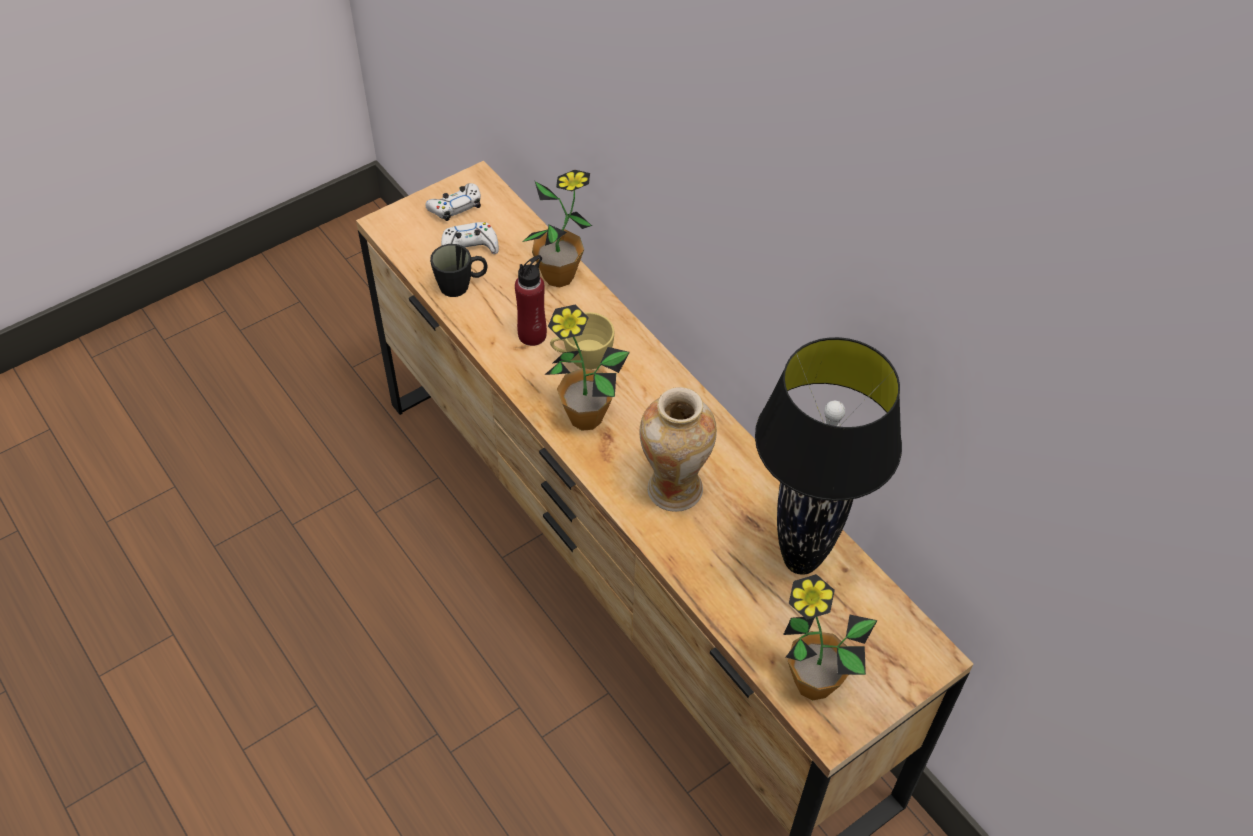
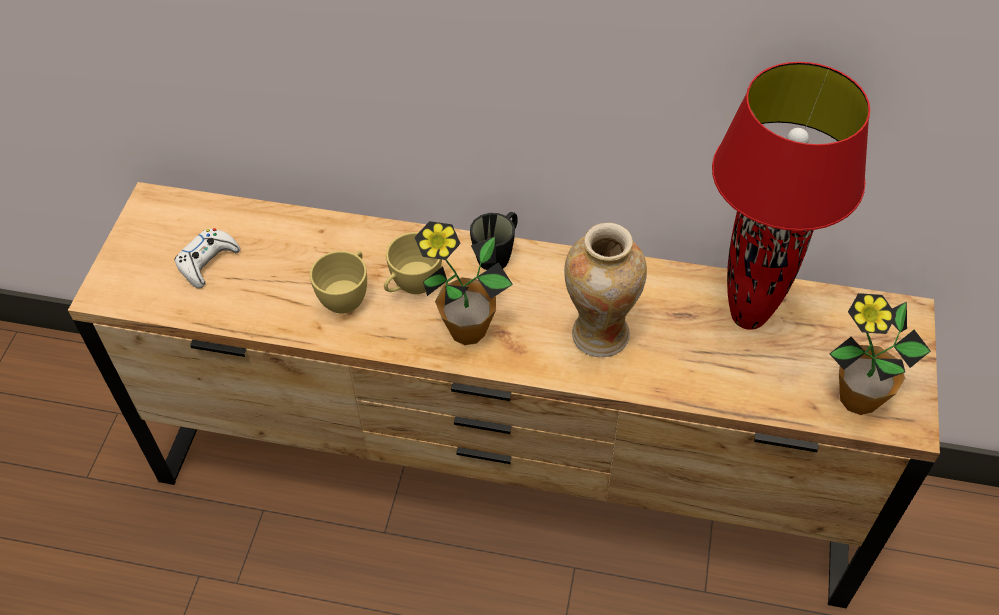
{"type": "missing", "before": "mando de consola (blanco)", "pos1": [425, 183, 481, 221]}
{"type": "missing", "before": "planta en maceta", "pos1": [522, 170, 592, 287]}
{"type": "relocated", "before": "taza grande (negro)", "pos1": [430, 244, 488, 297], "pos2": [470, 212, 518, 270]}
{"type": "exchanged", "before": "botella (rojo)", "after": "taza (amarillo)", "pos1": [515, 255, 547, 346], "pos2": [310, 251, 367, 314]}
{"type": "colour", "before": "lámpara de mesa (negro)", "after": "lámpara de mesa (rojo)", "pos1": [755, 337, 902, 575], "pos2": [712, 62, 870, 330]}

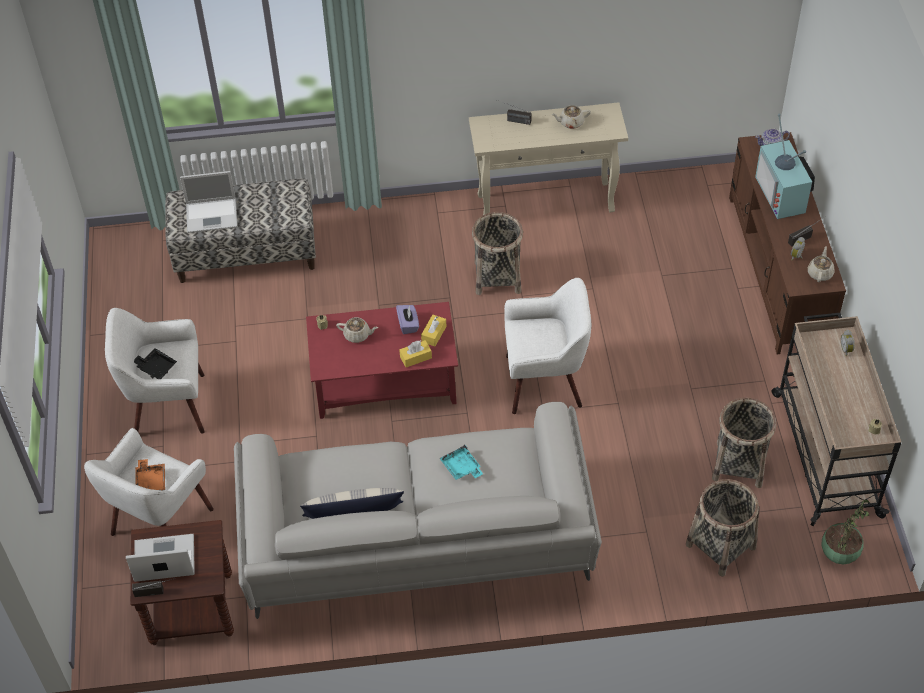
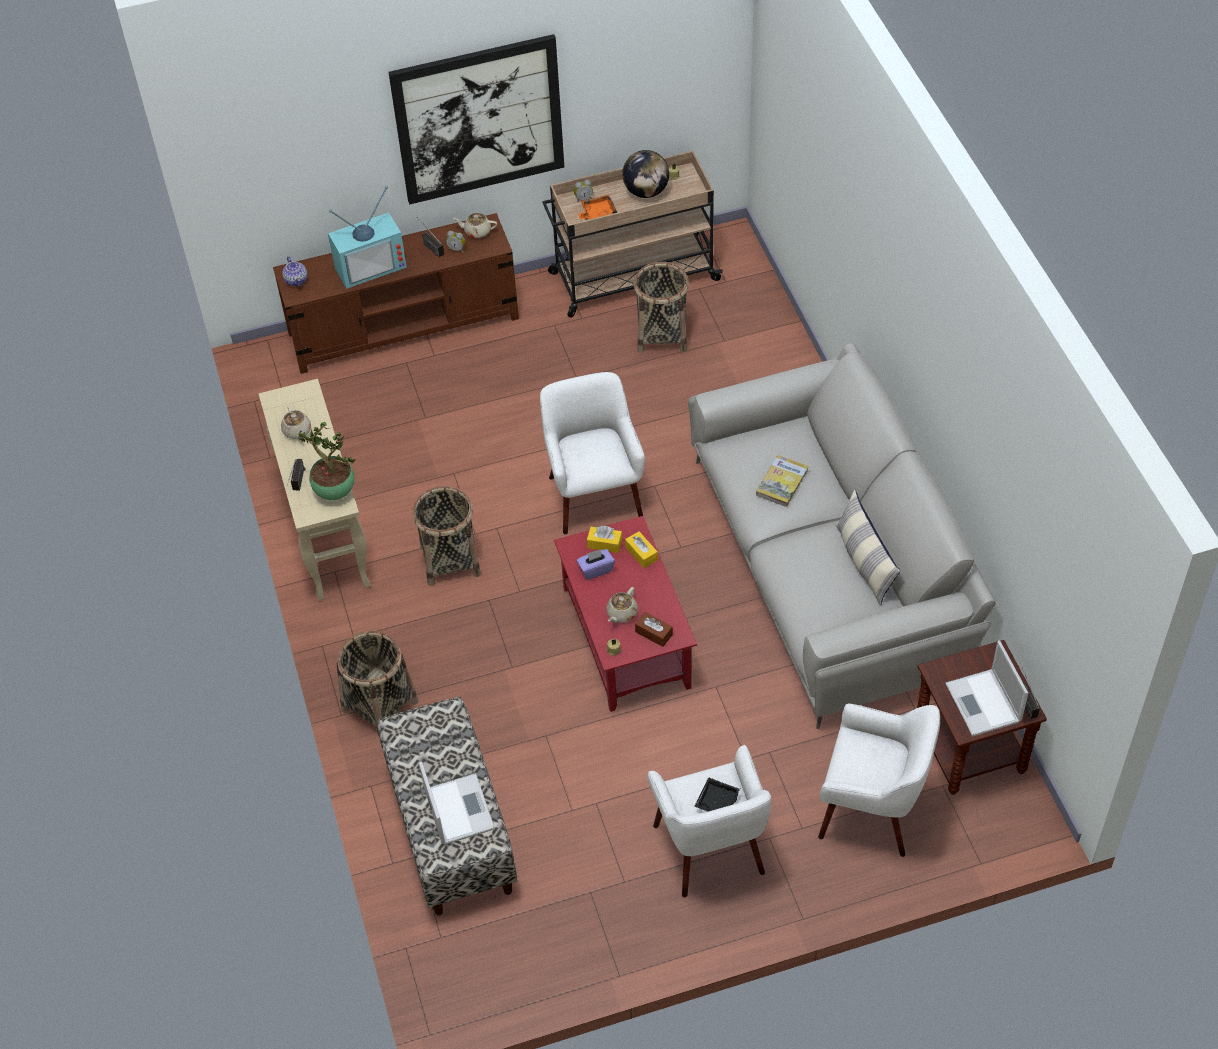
{"type": "appeared", "after": "cuadro", "pos2": [389, 34, 564, 204]}
{"type": "appeared", "after": "globo terráqueo", "pos2": [622, 150, 669, 198]}
{"type": "appeared", "after": "caja de pañuelos (marrón)", "pos2": [635, 612, 673, 647]}
{"type": "relocated", "before": "bandeja (naranja)", "pos1": [135, 459, 165, 491], "pos2": [578, 195, 617, 220]}
{"type": "relocated", "before": "cesta", "pos1": [686, 479, 760, 577], "pos2": [336, 631, 418, 736]}
{"type": "relocated", "before": "planta en maceta", "pos1": [822, 500, 870, 564], "pos2": [298, 422, 356, 500]}
{"type": "exchanged", "before": "bandeja (turquesa)", "after": "libro", "pos1": [439, 444, 483, 480], "pos2": [756, 455, 809, 507]}
{"type": "spun", "before": "tetera (beis)", "pos1": [336, 317, 378, 343], "pos2": [606, 587, 638, 623], "turn": -150}

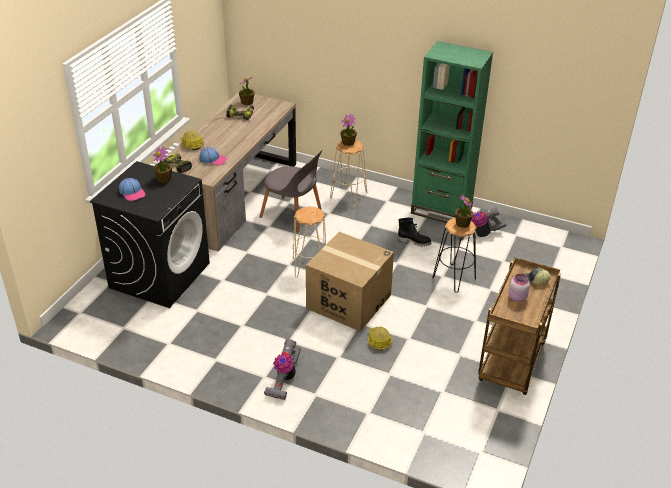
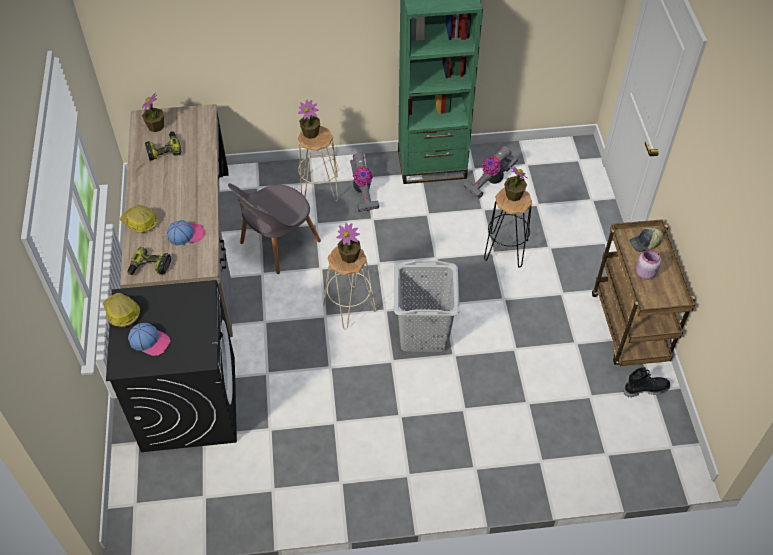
{"type": "relocated", "before": "planta en maceta", "pos1": [152, 146, 172, 183], "pos2": [336, 223, 361, 263]}
{"type": "relocated", "before": "aspiradora", "pos1": [264, 339, 301, 400], "pos2": [350, 153, 379, 212]}
{"type": "relocated", "before": "casco", "pos1": [368, 327, 393, 351], "pos2": [103, 293, 140, 327]}
{"type": "relocated", "before": "bota (negro)", "pos1": [398, 218, 432, 247], "pos2": [623, 367, 670, 397]}
{"type": "exchanged", "before": "caja de cartón", "after": "cesto de la ropa (gris)", "pos1": [306, 232, 394, 332], "pos2": [394, 260, 460, 352]}
{"type": "spun", "before": "silla (gris)", "pos1": [260, 149, 323, 232], "pos2": [228, 183, 321, 274], "turn": 135}

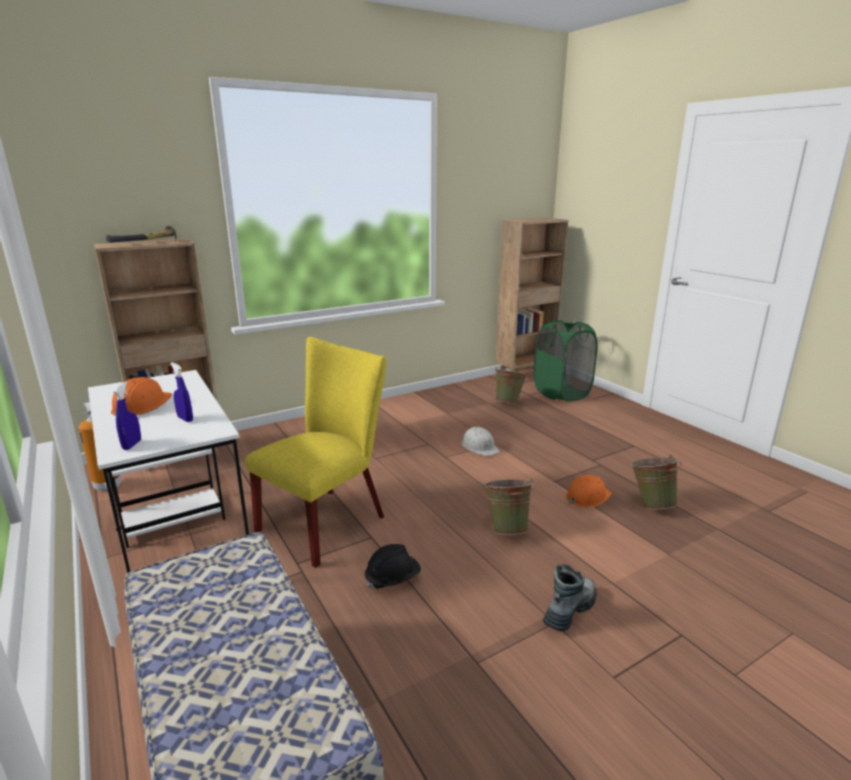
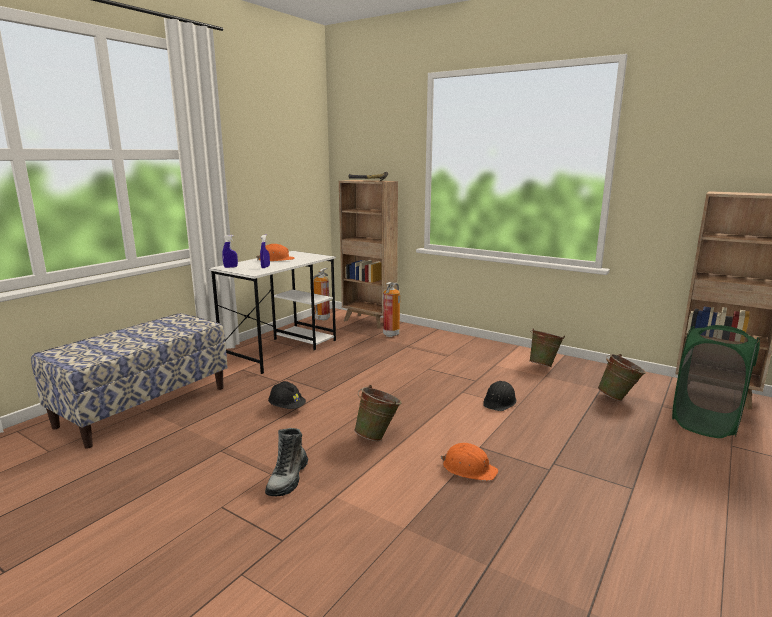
{"type": "missing", "before": "silla (amarillo)", "pos1": [245, 337, 386, 568]}
{"type": "appeared", "after": "extintor", "pos2": [383, 282, 401, 337]}
{"type": "relocated", "before": "cubo (verde)", "pos1": [631, 455, 681, 510], "pos2": [530, 328, 565, 367]}
{"type": "colour", "before": "casco (blanco)", "after": "casco (negro)", "pos1": [461, 427, 500, 456], "pos2": [483, 381, 516, 411]}
{"type": "spun", "before": "bota", "pos1": [543, 564, 596, 632], "pos2": [265, 428, 308, 496], "turn": 90}

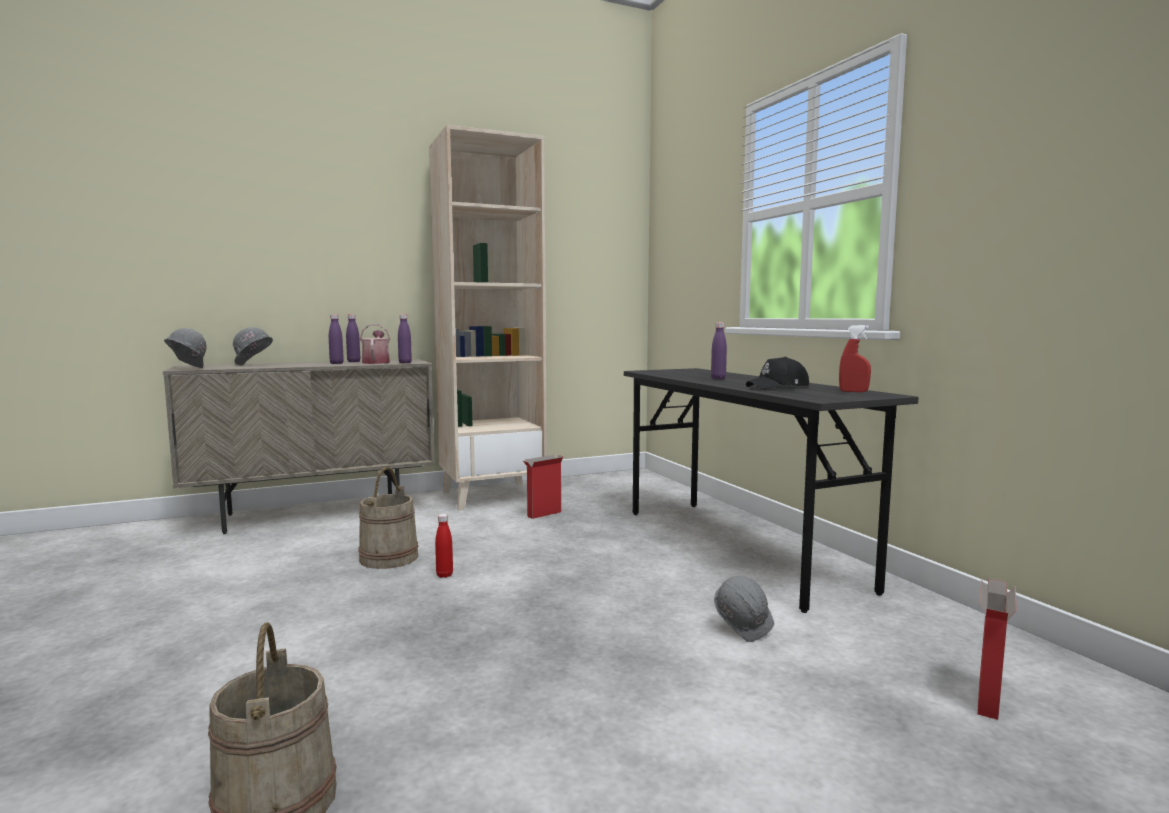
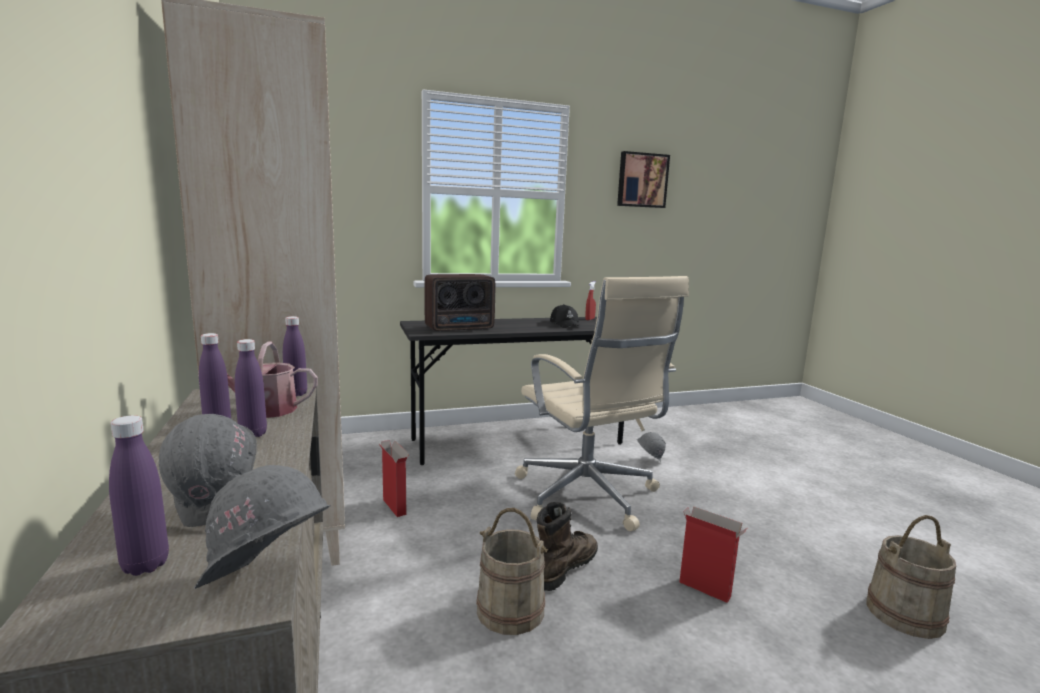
{"type": "appeared", "after": "radio", "pos2": [424, 274, 495, 332]}
{"type": "appeared", "after": "silla de oficina (beis)", "pos2": [515, 276, 689, 531]}
{"type": "appeared", "after": "cuadro", "pos2": [617, 151, 670, 208]}
{"type": "relocated", "before": "botella (morado)", "pos1": [711, 323, 727, 379], "pos2": [109, 415, 169, 576]}
{"type": "relocated", "before": "caja de cartón", "pos1": [977, 579, 1017, 720], "pos2": [679, 506, 747, 603]}
{"type": "exchanged", "before": "botella (rojo)", "after": "bota (marrón)", "pos1": [435, 514, 453, 578], "pos2": [537, 502, 598, 591]}

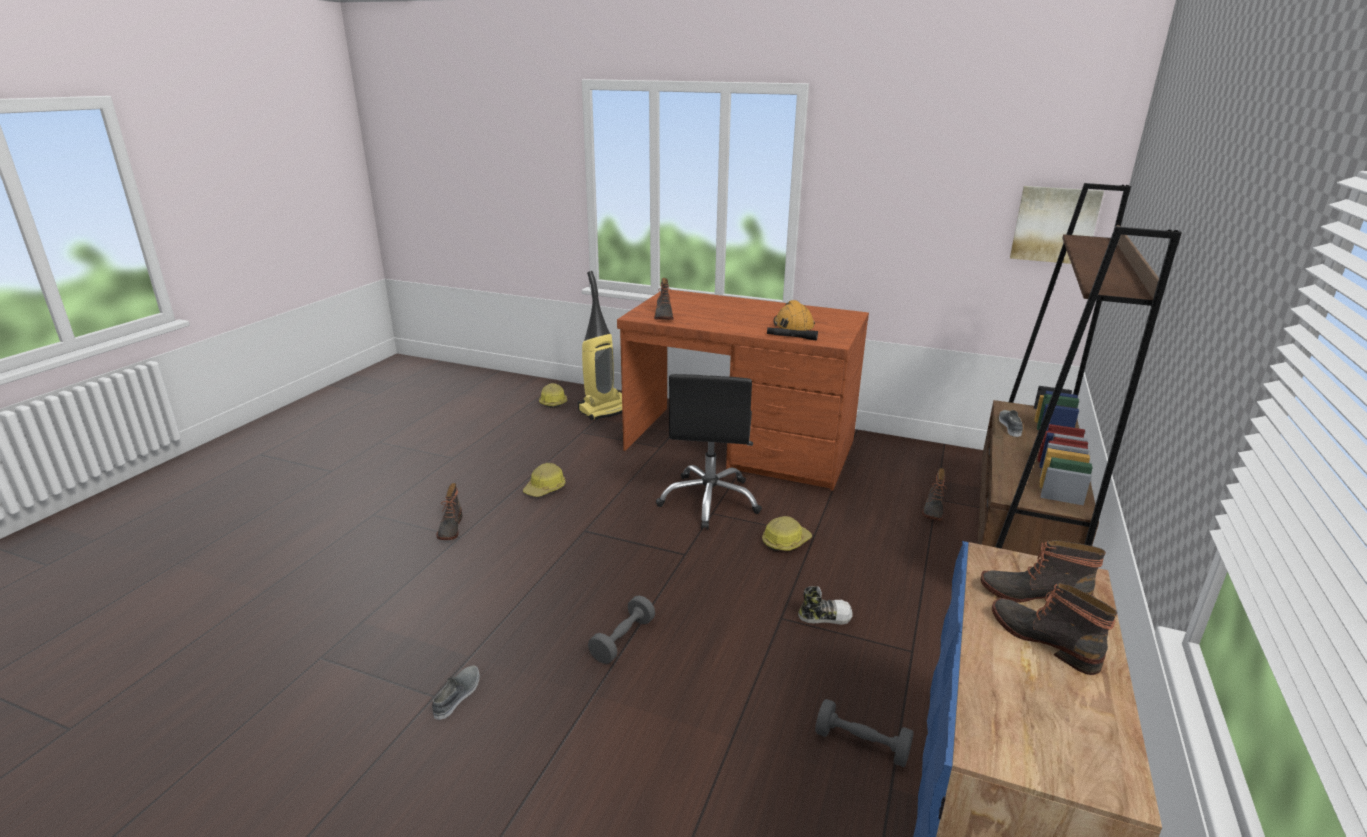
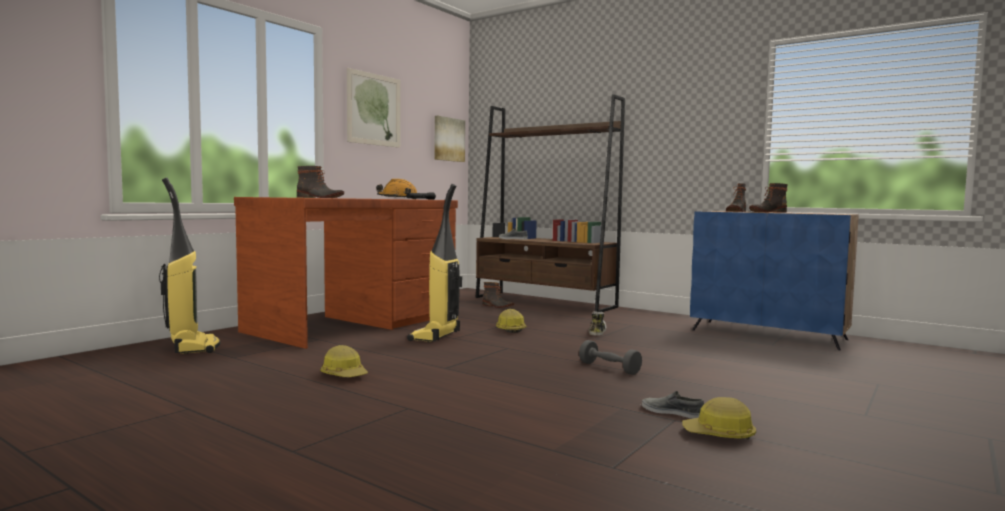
{"type": "missing", "before": "bota", "pos1": [436, 483, 462, 540]}
{"type": "missing", "before": "mancuerna (gris)", "pos1": [815, 699, 914, 767]}
{"type": "appeared", "after": "cuadro", "pos2": [347, 68, 400, 148]}
{"type": "relocated", "before": "casco", "pos1": [539, 383, 567, 408], "pos2": [682, 397, 756, 440]}
{"type": "exchanged", "before": "silla de oficina (negro)", "after": "aspiradora", "pos1": [656, 374, 762, 529], "pos2": [407, 184, 462, 342]}

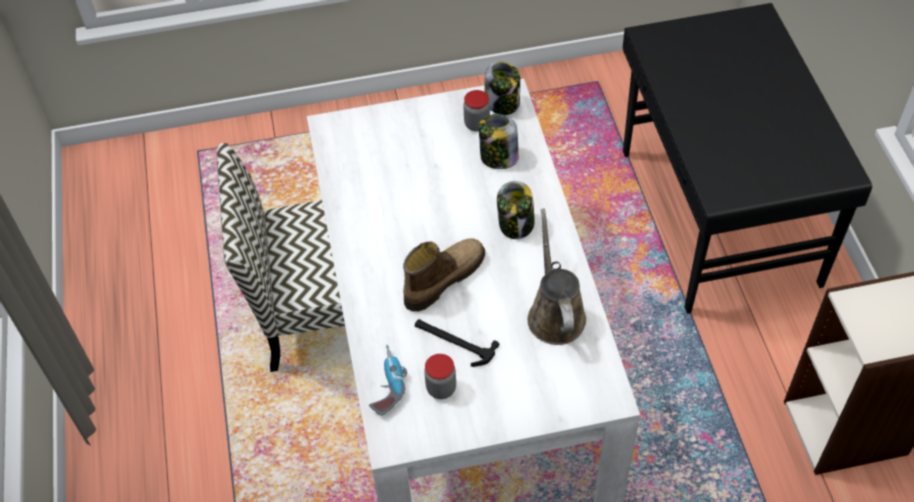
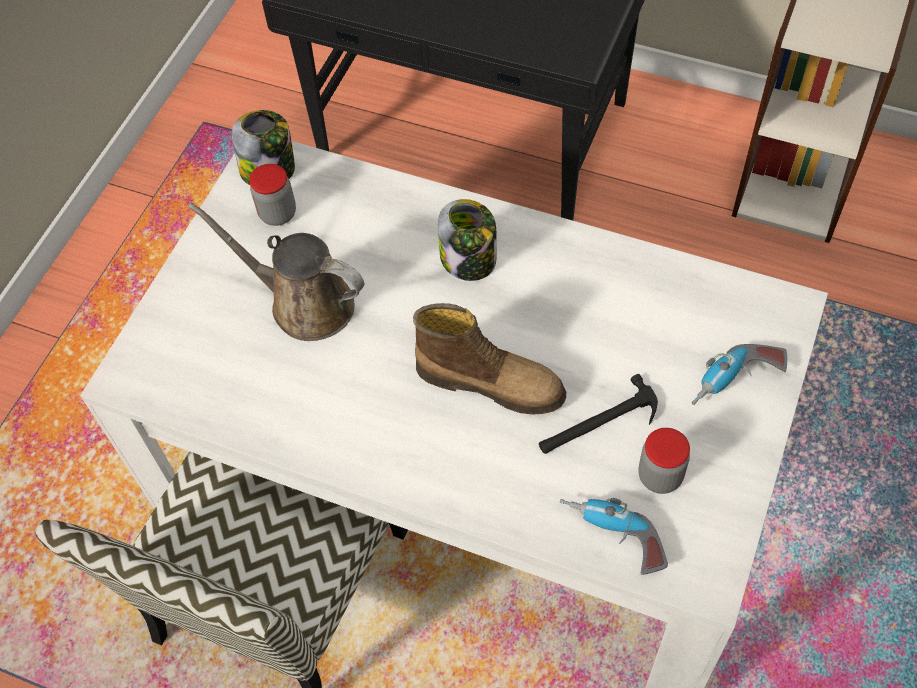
{"type": "missing", "before": "tarro", "pos1": [479, 114, 519, 169]}
{"type": "appeared", "after": "taladro", "pos2": [691, 344, 787, 405]}
{"type": "relocated", "before": "regadera (marrón)", "pos1": [528, 208, 586, 345], "pos2": [188, 202, 365, 341]}
{"type": "spun", "before": "bota", "pos1": [403, 238, 485, 312], "pos2": [413, 303, 566, 415], "turn": 120}

